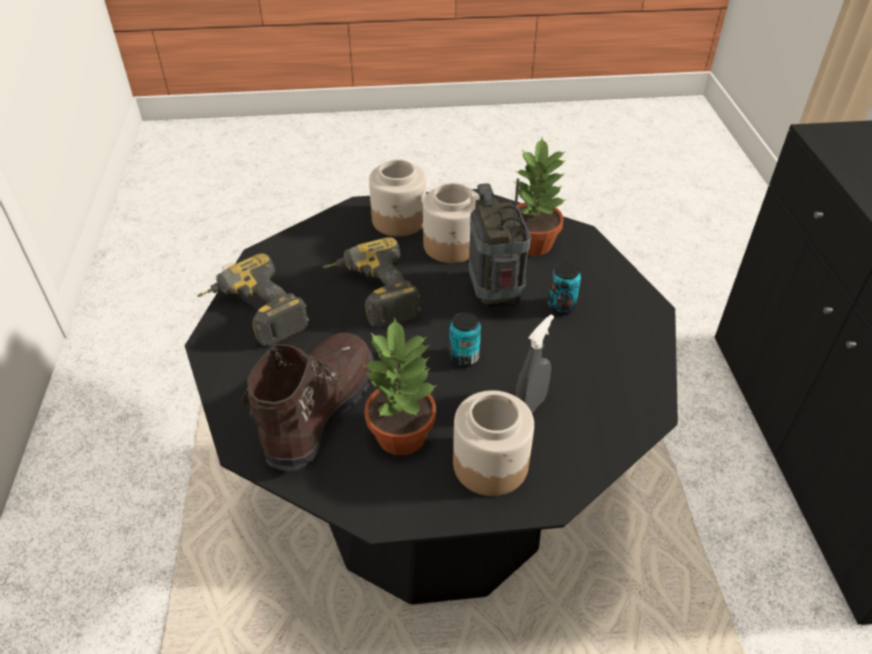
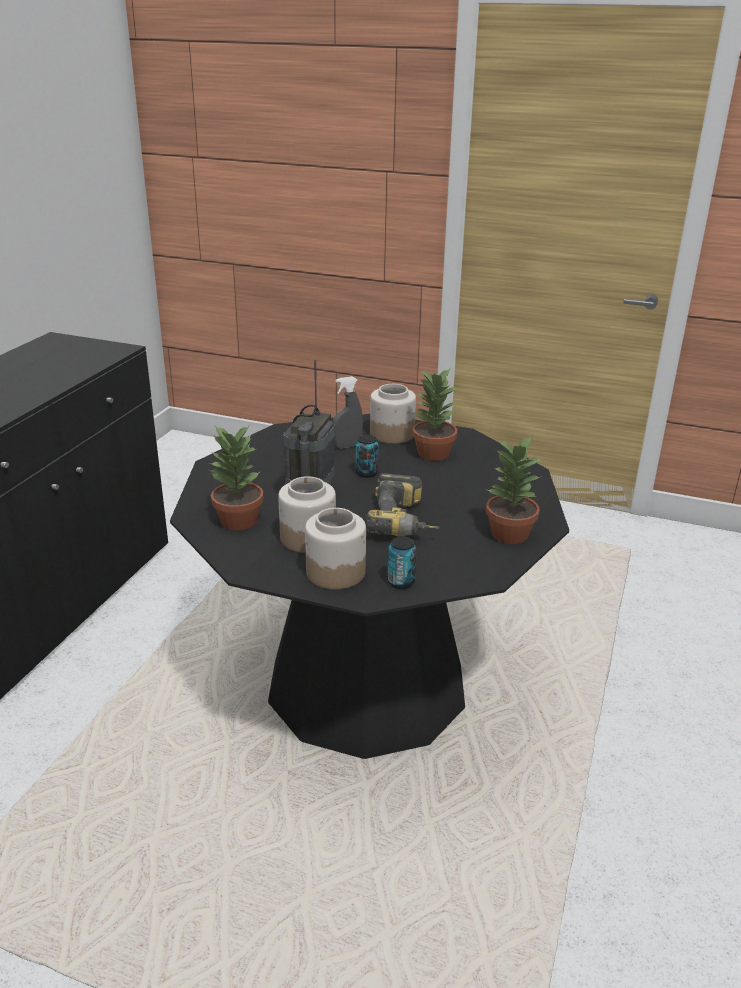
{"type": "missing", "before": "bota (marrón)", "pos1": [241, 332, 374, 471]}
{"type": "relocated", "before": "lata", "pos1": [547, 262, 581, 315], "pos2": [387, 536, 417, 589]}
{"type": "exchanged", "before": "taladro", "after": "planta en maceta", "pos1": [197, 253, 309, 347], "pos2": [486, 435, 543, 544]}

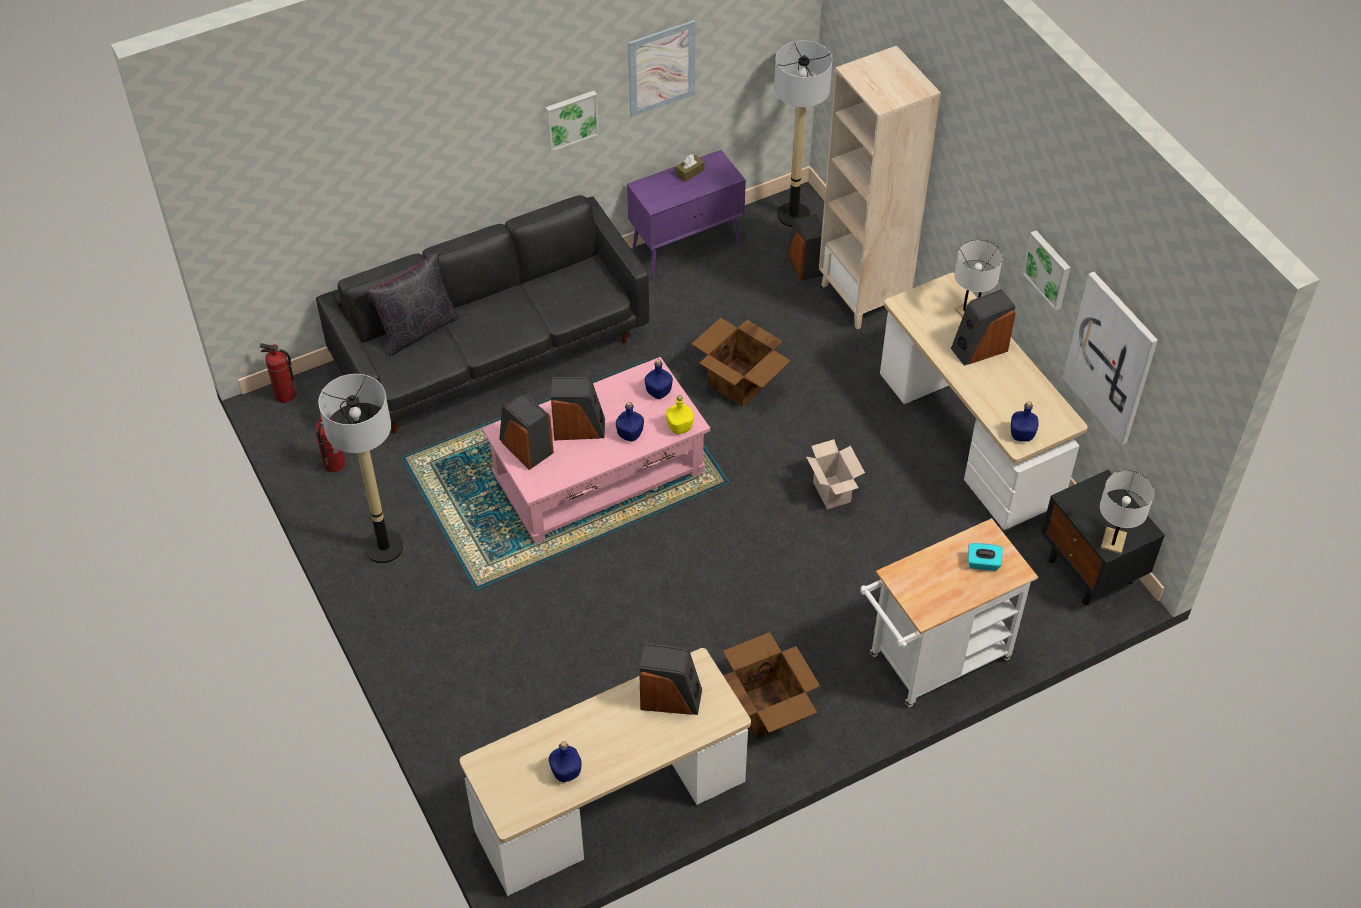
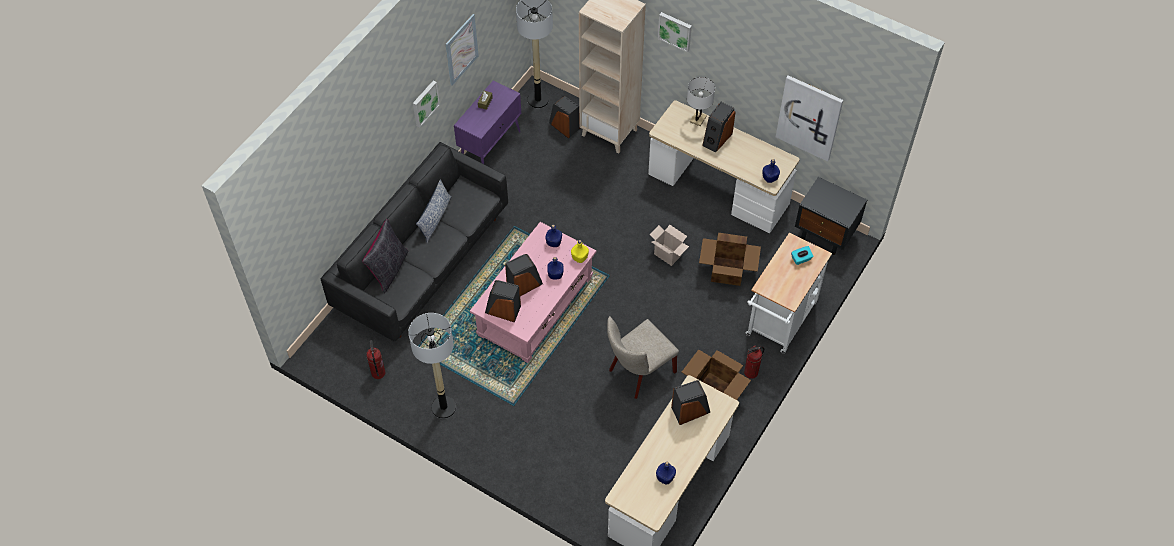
{"type": "missing", "before": "lámpara de mesa (blanco)", "pos1": [1100, 470, 1155, 554]}
{"type": "appeared", "after": "cojín", "pos2": [416, 179, 452, 243]}
{"type": "appeared", "after": "silla (beis)", "pos2": [607, 316, 679, 399]}
{"type": "relocated", "before": "extintor", "pos1": [260, 343, 296, 403], "pos2": [744, 345, 764, 379]}
{"type": "relocated", "before": "caja de cartón", "pos1": [692, 318, 791, 407], "pos2": [699, 233, 761, 286]}
{"type": "relocated", "before": "cuadro", "pos1": [1022, 230, 1071, 310], "pos2": [658, 12, 692, 52]}

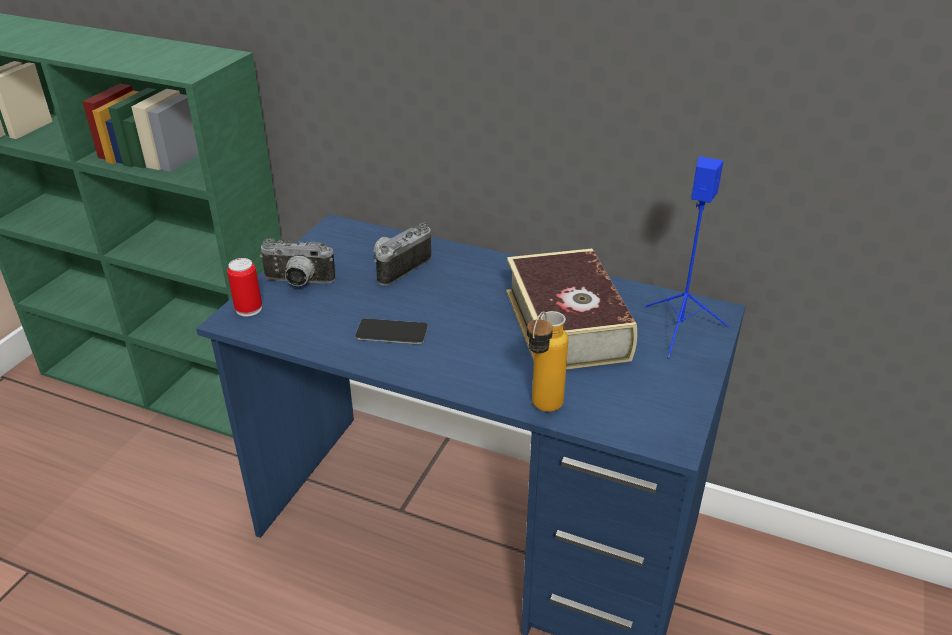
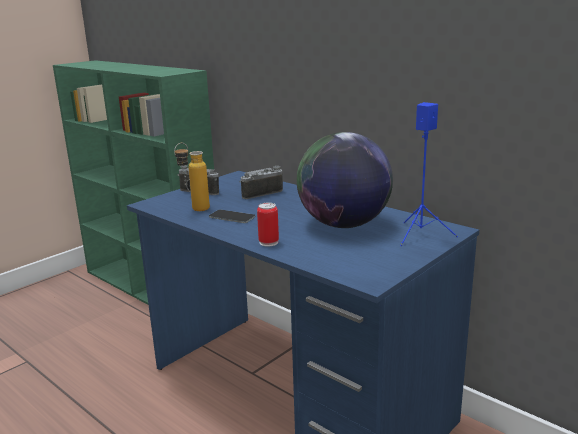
{"type": "relocated", "before": "lata", "pos1": [227, 258, 262, 317], "pos2": [257, 203, 279, 247]}
{"type": "relocated", "before": "botella", "pos1": [527, 311, 568, 412], "pos2": [174, 143, 210, 211]}
{"type": "exchanged", "before": "libro", "after": "globo terráqueo", "pos1": [506, 249, 637, 370], "pos2": [297, 132, 393, 228]}

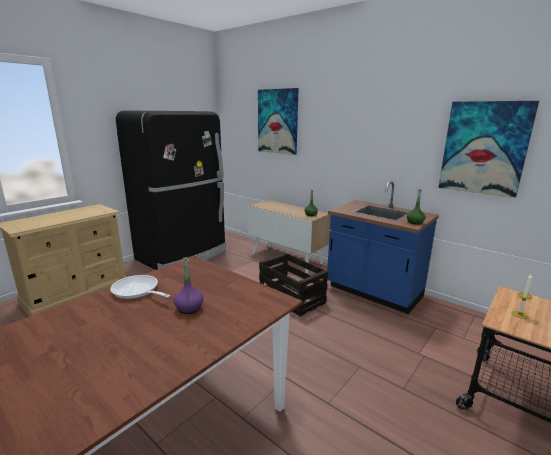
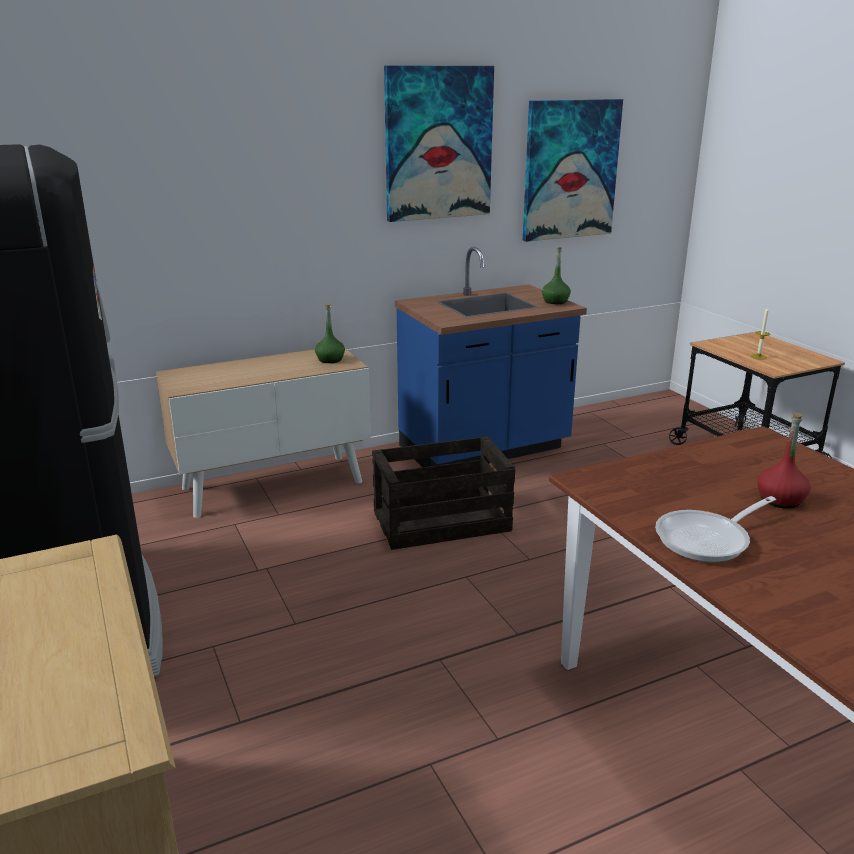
{"type": "relocated", "before": "cuadro", "pos1": [258, 88, 299, 155], "pos2": [384, 65, 494, 222]}
{"type": "colour", "before": "botella (morado)", "after": "botella (rojo)", "pos1": [174, 257, 204, 314], "pos2": [757, 413, 811, 509]}

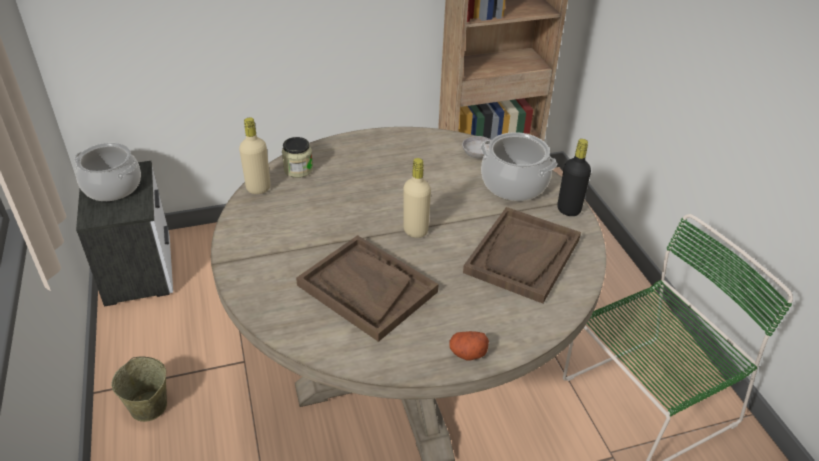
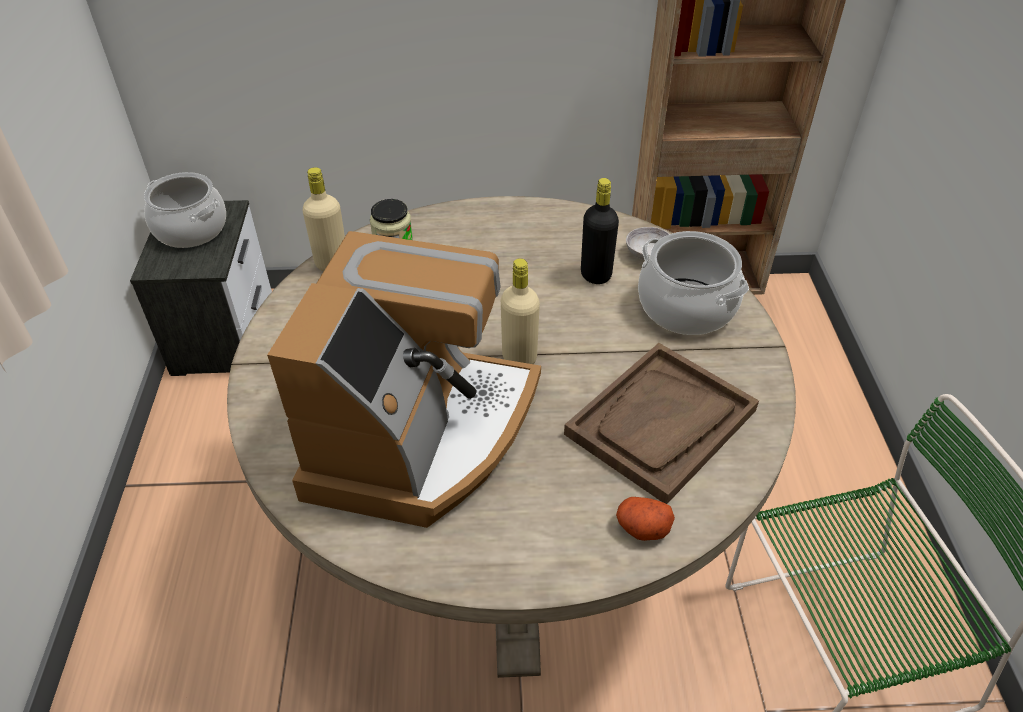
{"type": "missing", "before": "cubo (beis)", "pos1": [111, 356, 167, 422]}
{"type": "relocated", "before": "patata", "pos1": [449, 331, 489, 360], "pos2": [616, 497, 675, 541]}
{"type": "relocated", "before": "botella (negro)", "pos1": [557, 139, 591, 216], "pos2": [581, 178, 619, 284]}
{"type": "exchanged", "before": "bandeja (marrón)", "after": "cafetera", "pos1": [296, 235, 438, 342], "pos2": [267, 231, 541, 528]}

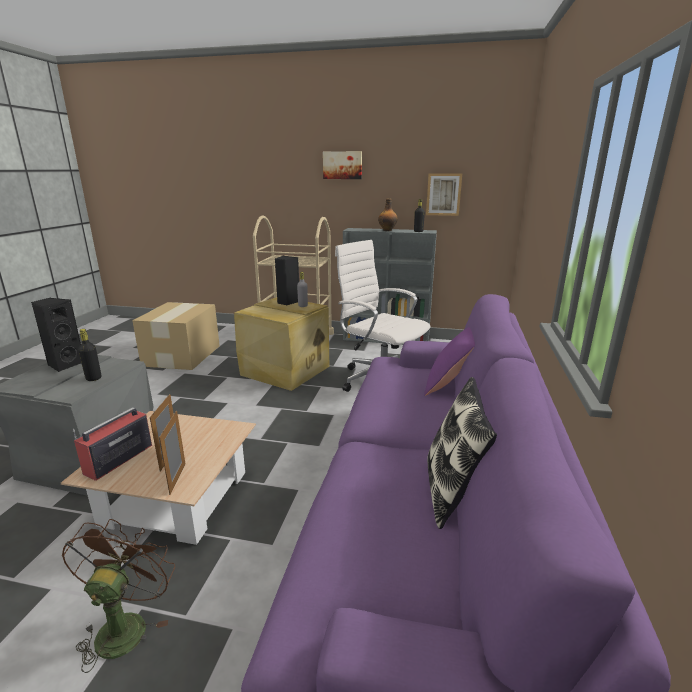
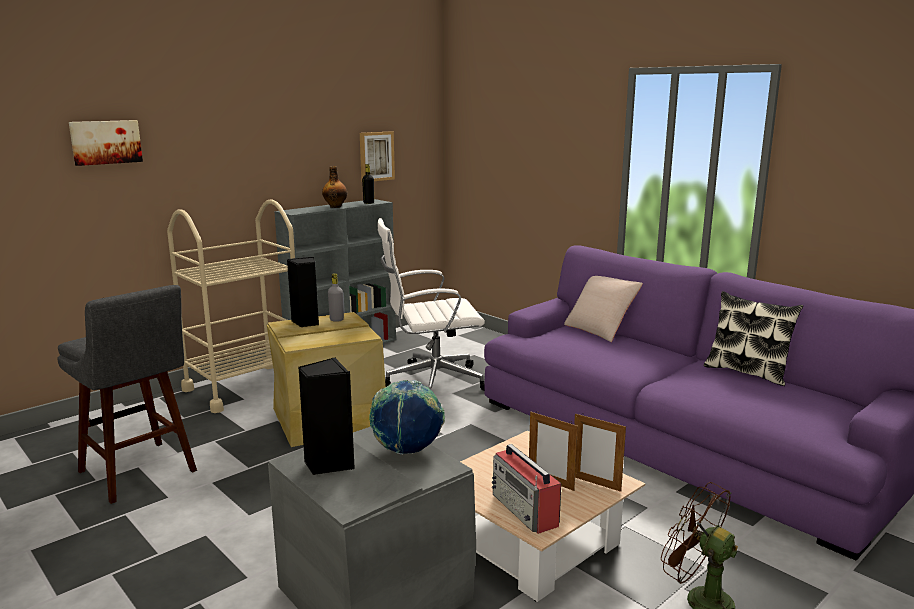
{"type": "relocated", "before": "cuadro", "pos1": [323, 151, 362, 179], "pos2": [69, 120, 143, 166]}
{"type": "exchanged", "before": "botella (negro)", "after": "globo terráqueo", "pos1": [78, 329, 101, 381], "pos2": [369, 380, 445, 455]}
{"type": "exchanged", "before": "caja de cartón", "after": "taburete (gris)", "pos1": [132, 302, 220, 370], "pos2": [57, 285, 197, 504]}
{"type": "colour", "before": "cojín (morado)", "after": "cojín (beis)", "pos1": [424, 327, 475, 396], "pos2": [564, 276, 643, 342]}

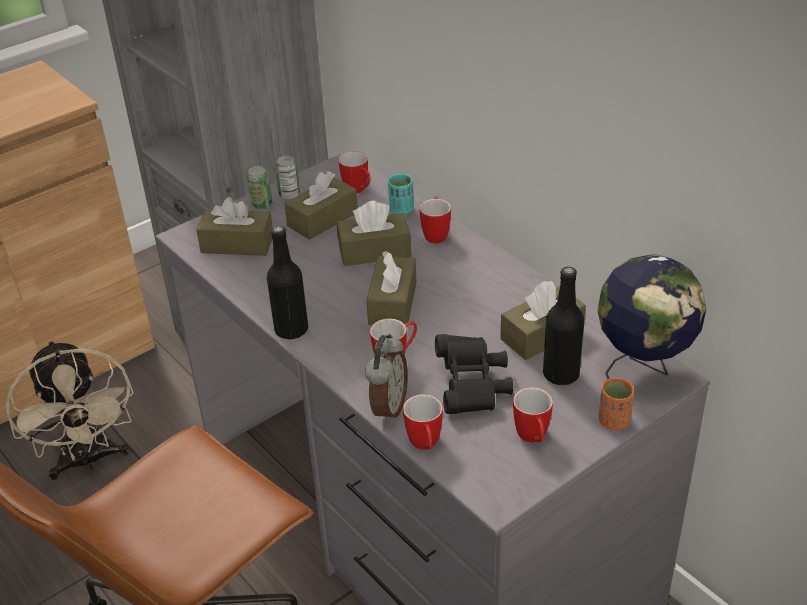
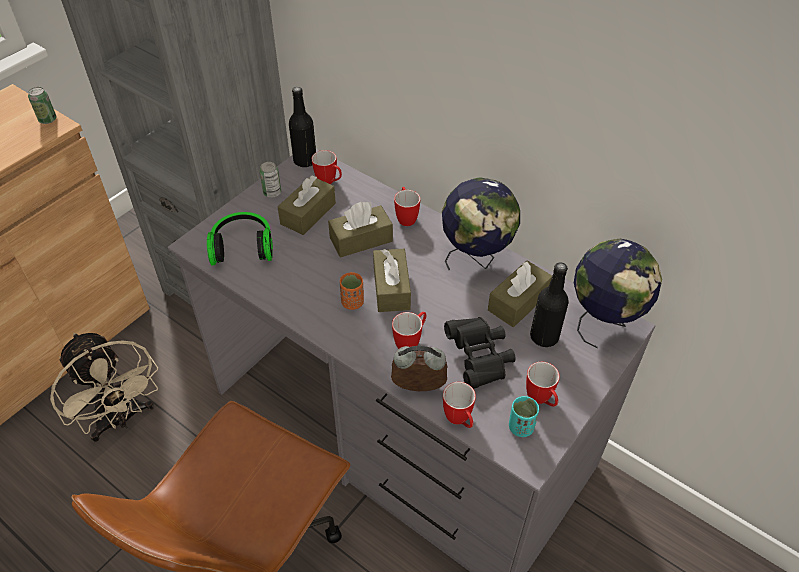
{"type": "appeared", "after": "globo terráqueo", "pos2": [442, 177, 520, 270]}
{"type": "relocated", "before": "lata", "pos1": [247, 166, 273, 210], "pos2": [28, 87, 56, 124]}
{"type": "relocated", "before": "botella (negro)", "pos1": [267, 226, 308, 339], "pos2": [289, 87, 316, 168]}
{"type": "relocated", "before": "taza (turquesa)", "pos1": [388, 174, 414, 215], "pos2": [509, 396, 539, 437]}
{"type": "relocated", "before": "taza (naranja)", "pos1": [599, 378, 634, 430], "pos2": [339, 272, 364, 310]}
{"type": "exchanged", "before": "caja de pañuelos (marrón)", "after": "auriculares", "pos1": [196, 197, 273, 256], "pos2": [207, 212, 273, 265]}
{"type": "spun", "before": "despertador", "pos1": [365, 334, 408, 424], "pos2": [391, 346, 447, 391], "turn": -90}

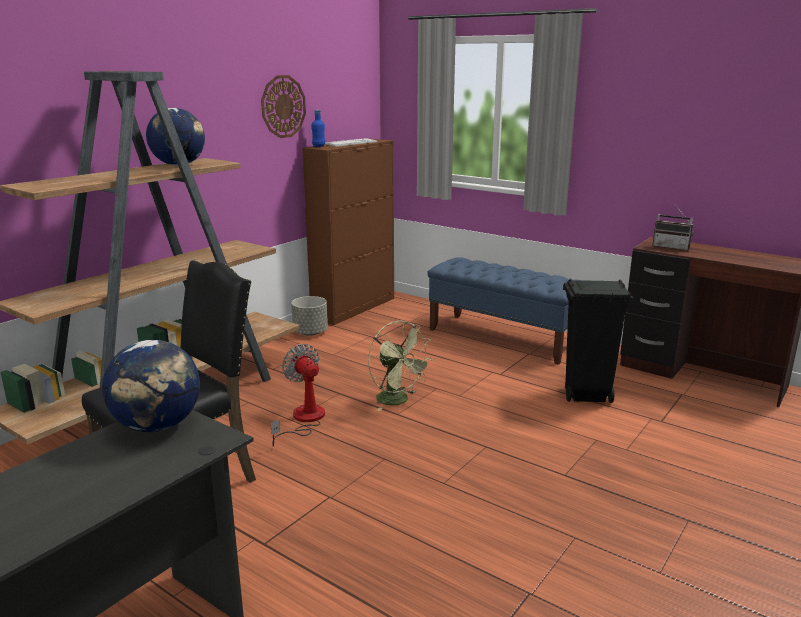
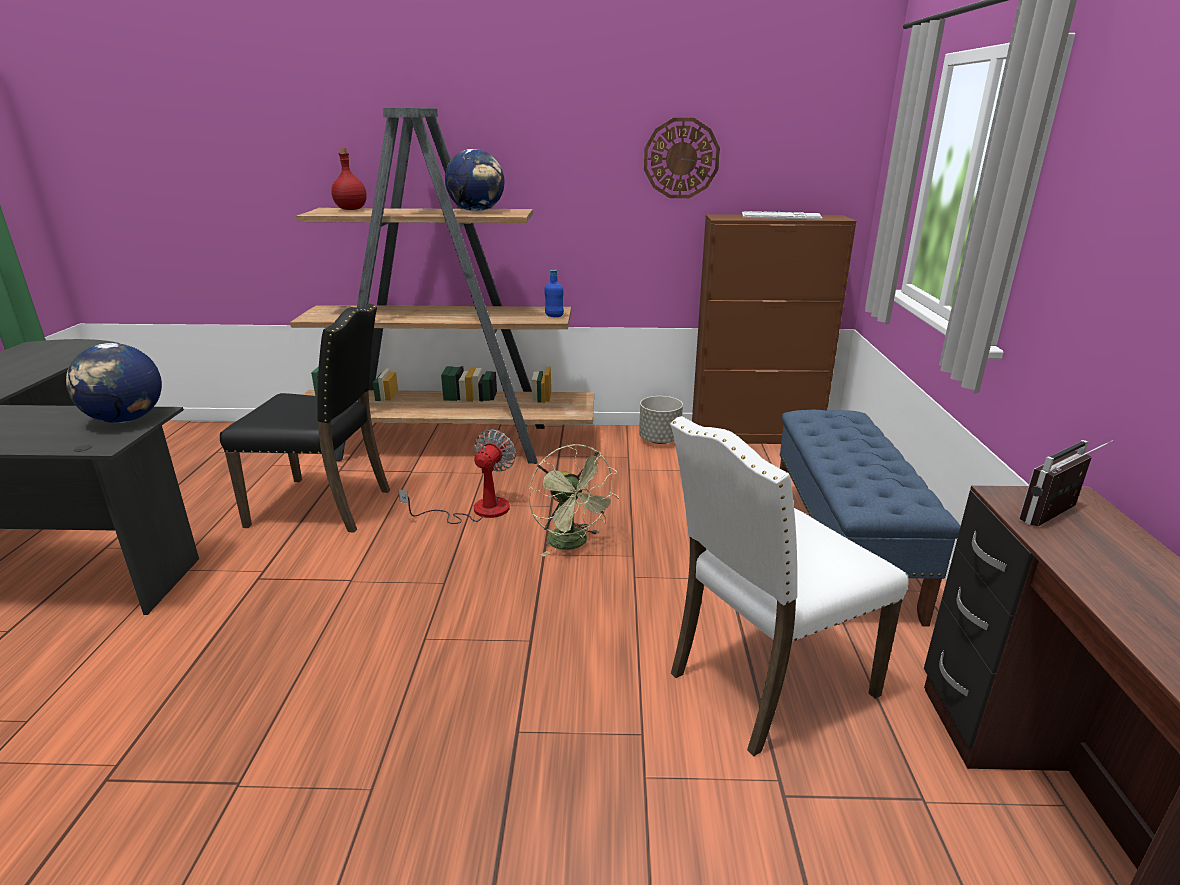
{"type": "appeared", "after": "botella (rojo)", "pos2": [331, 148, 367, 210]}
{"type": "relocated", "before": "botella (azul)", "pos1": [312, 110, 325, 147], "pos2": [544, 269, 564, 317]}
{"type": "exchanged", "before": "papelera (negro)", "after": "silla (blanco)", "pos1": [563, 279, 633, 403], "pos2": [670, 416, 909, 757]}
{"type": "spun", "before": "ventilador (verde)", "pos1": [368, 321, 433, 411], "pos2": [529, 444, 619, 557], "turn": -45}
{"type": "spun", "before": "radio", "pos1": [652, 206, 694, 251], "pos2": [1019, 440, 1113, 527], "turn": 60}

